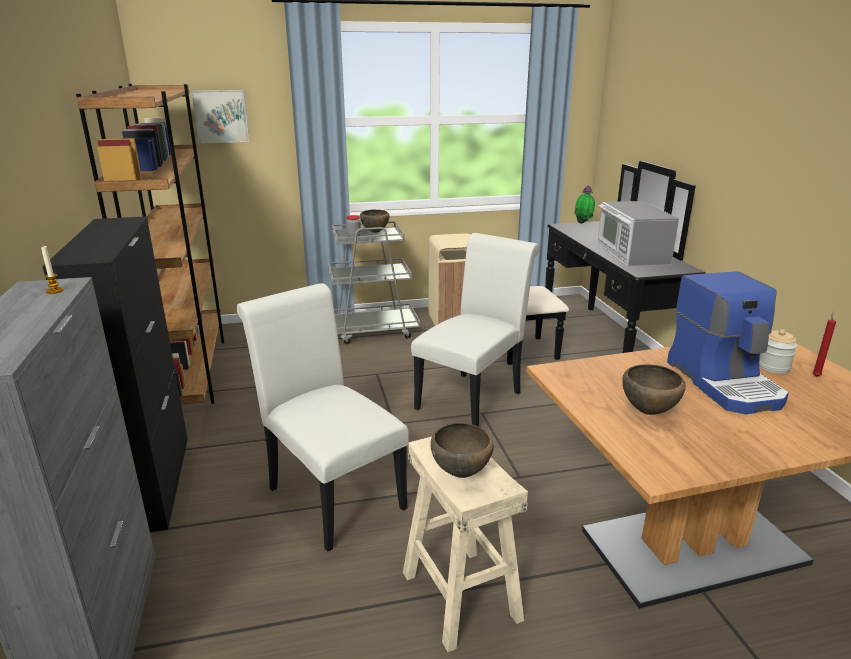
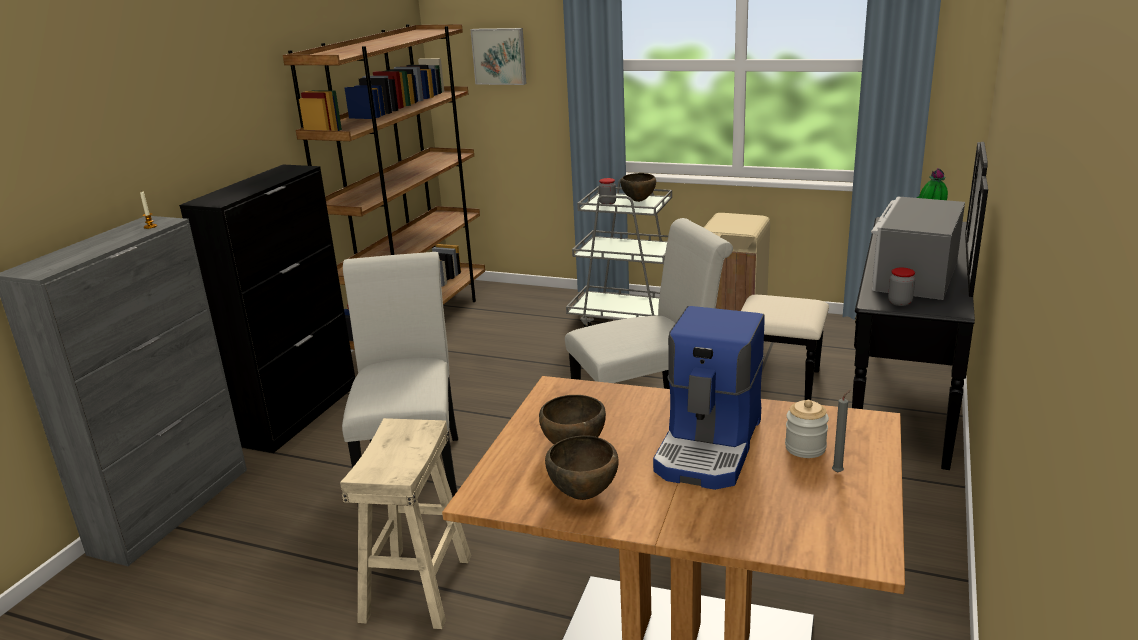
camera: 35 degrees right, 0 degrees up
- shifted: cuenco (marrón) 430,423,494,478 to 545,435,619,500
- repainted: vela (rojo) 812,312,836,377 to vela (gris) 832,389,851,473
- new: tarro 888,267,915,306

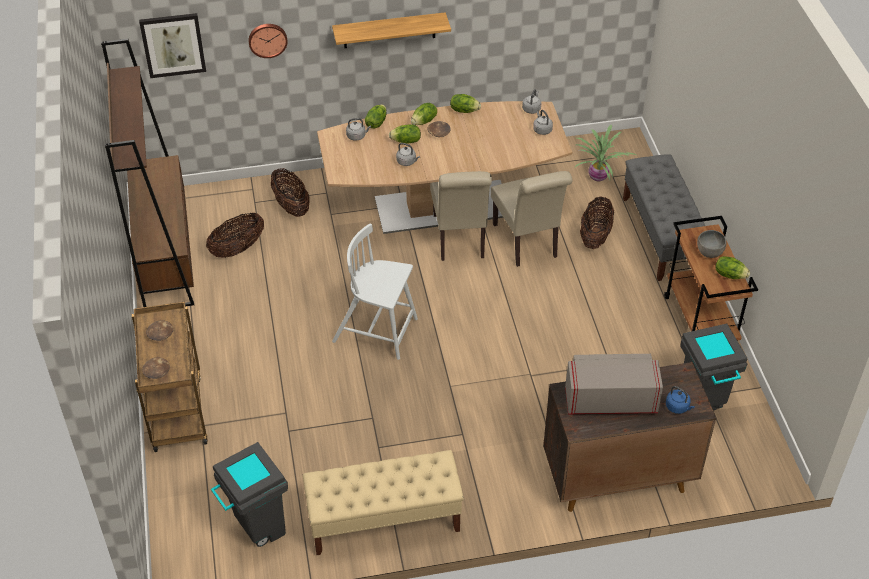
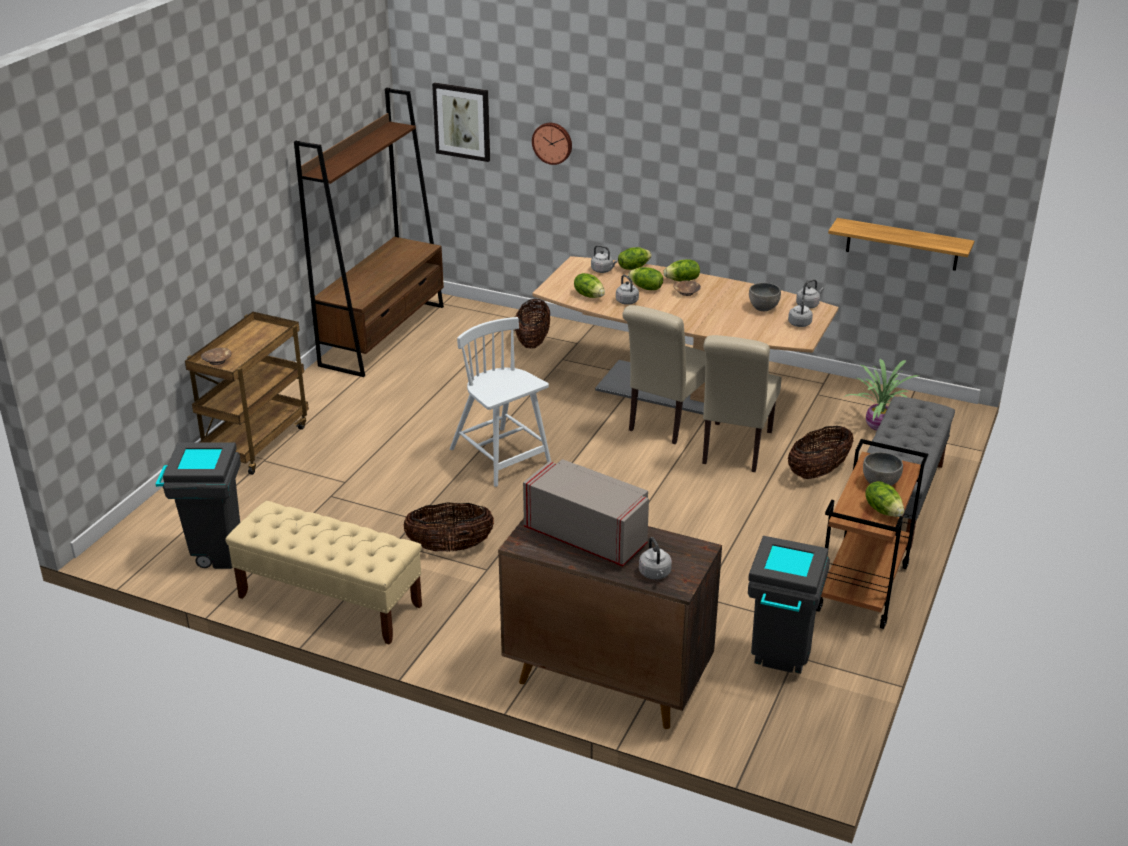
camera: 35 degrees right, 15 degrees down
- shifted: cesta 206,212,264,258 to 403,502,494,551
- shifted: lechuga 450,94,481,113 to 574,273,605,298
- repainted: hervidor (azul) 666,386,695,414 to hervidor (gris) 639,537,672,580
- new: cuenco (gris) 749,283,781,311
- shifted: estante 332,12,451,48 to 828,218,974,271
- gone: cuenco (marrón) 146,320,173,341

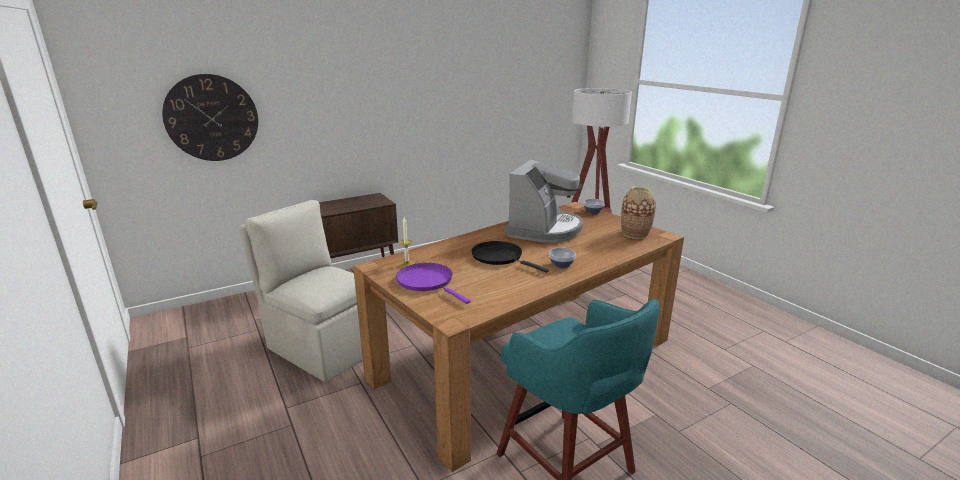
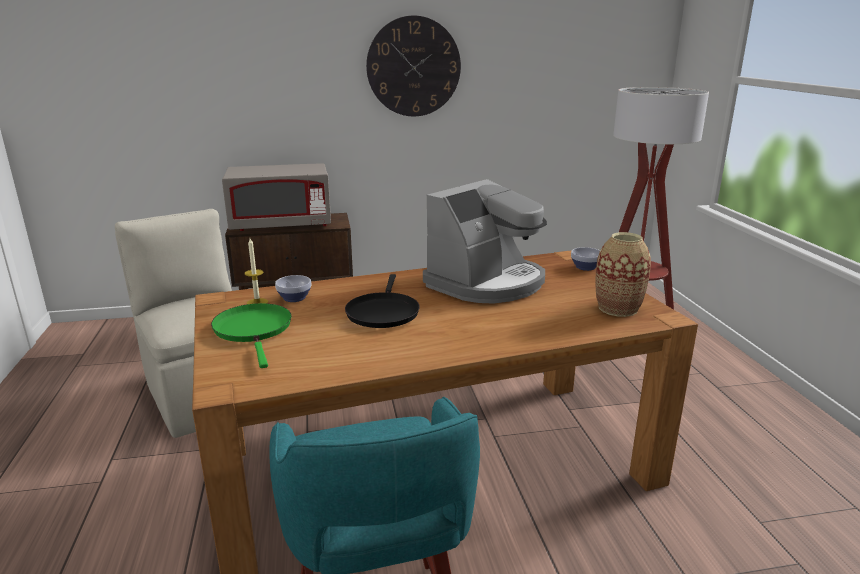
camera: 20 degrees right, 0 degrees up
- repainted: sartén (morado) 396,263,470,304 to sartén (verde) 211,303,292,368
- new: microondas (gris) 222,163,331,231
- shifted: cuenco 549,247,576,268 to 275,275,311,302
- rotated: sartén (negro) 471,241,549,273 = 345,274,420,328 150 degrees counterclockwise
- shifted: reloj de pared 162,74,258,161 to 366,16,461,116

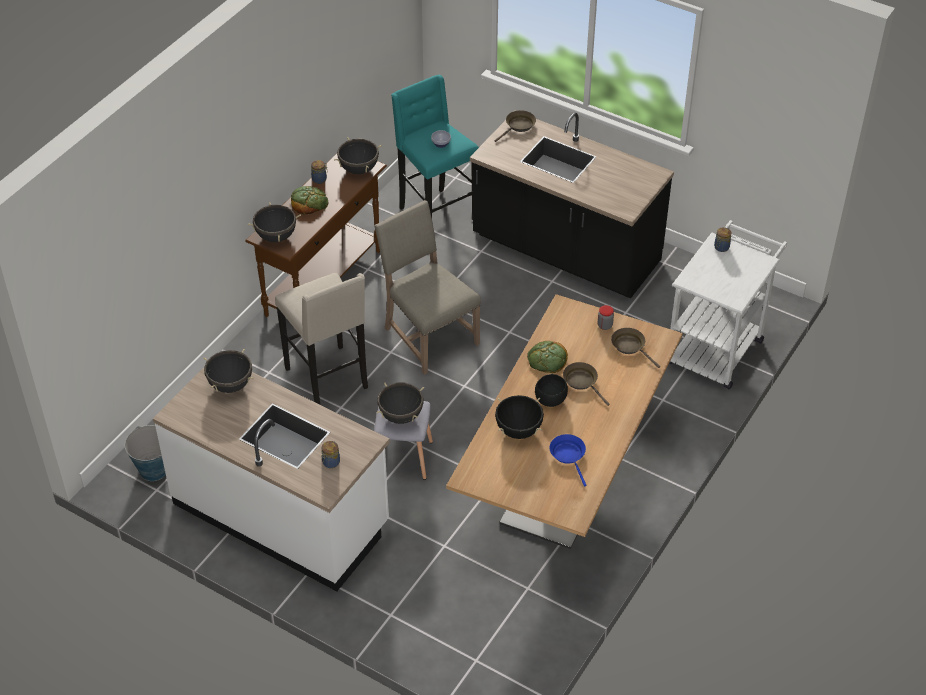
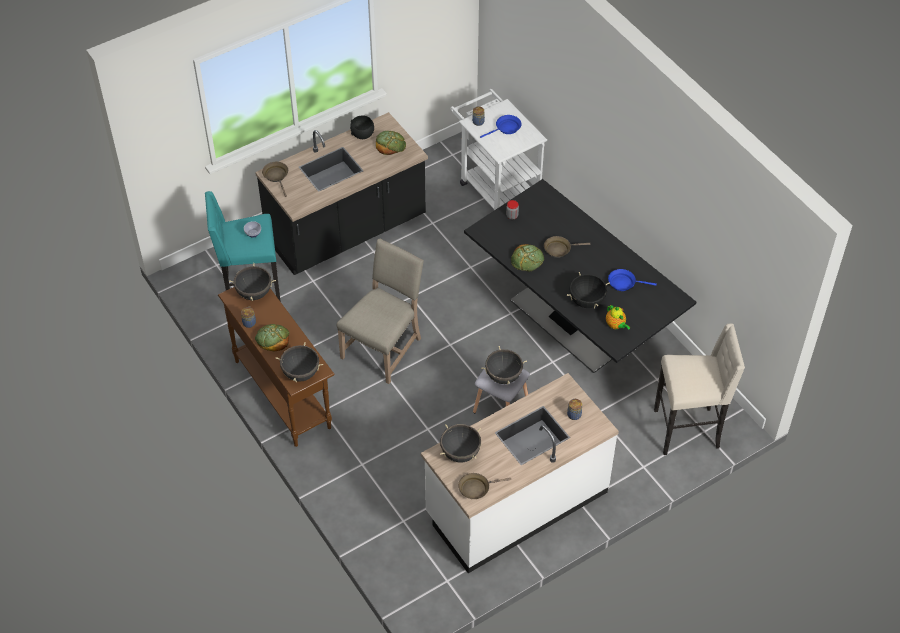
camera: 65 degrees left, 5 degrees up
- rotated: silla (beis) 374,200,481,375 = 337,239,424,384 135 degrees clockwise
- shifted: cuenco (negro) 535,374,568,407 to 350,115,374,139
- new: pan 376,131,406,155
- shifted: sartén (marrón) 611,328,660,368 to 458,473,511,499
- repainted: mesa de comedor (beis) 446,294,683,549 to mesa de comedor (negro) 464,179,696,373
- new: sartén (azul) 480,115,522,138
- new: tetera 606,305,630,330
- shifted: taburete (beis) 275,273,368,405 to 654,323,745,455
- gone: cubo 124,425,166,481

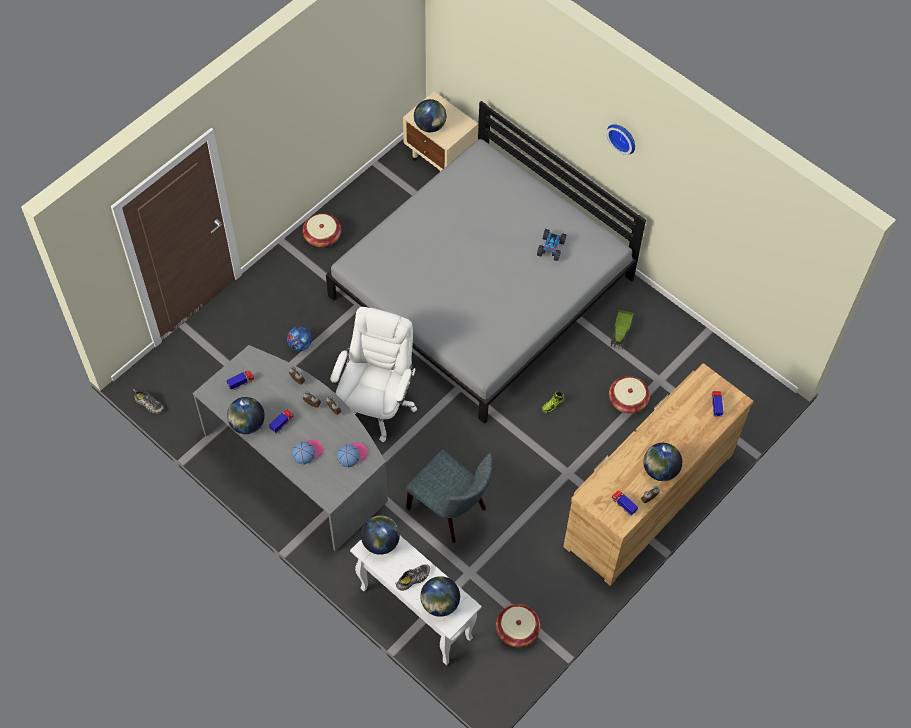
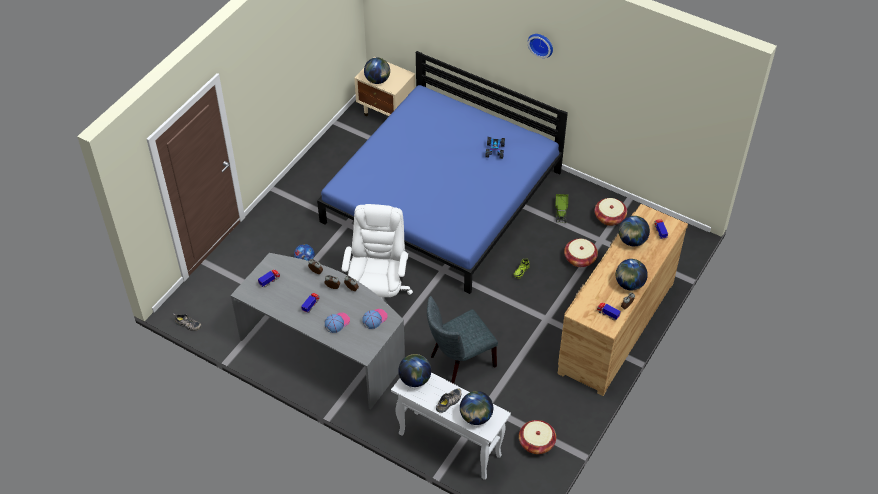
camera: 10 degrees left, 10 degrees down
- repainted: cama (gris) 326,101,646,424 to cama (azul) 317,51,568,294
- rotated: silla (gris) 406,449,493,543 = 427,296,498,384 120 degrees clockwise
- shifted: cesta 303,213,341,248 to 595,198,627,226
- shifted: globo terráqueo 227,397,265,434 to 619,216,650,246

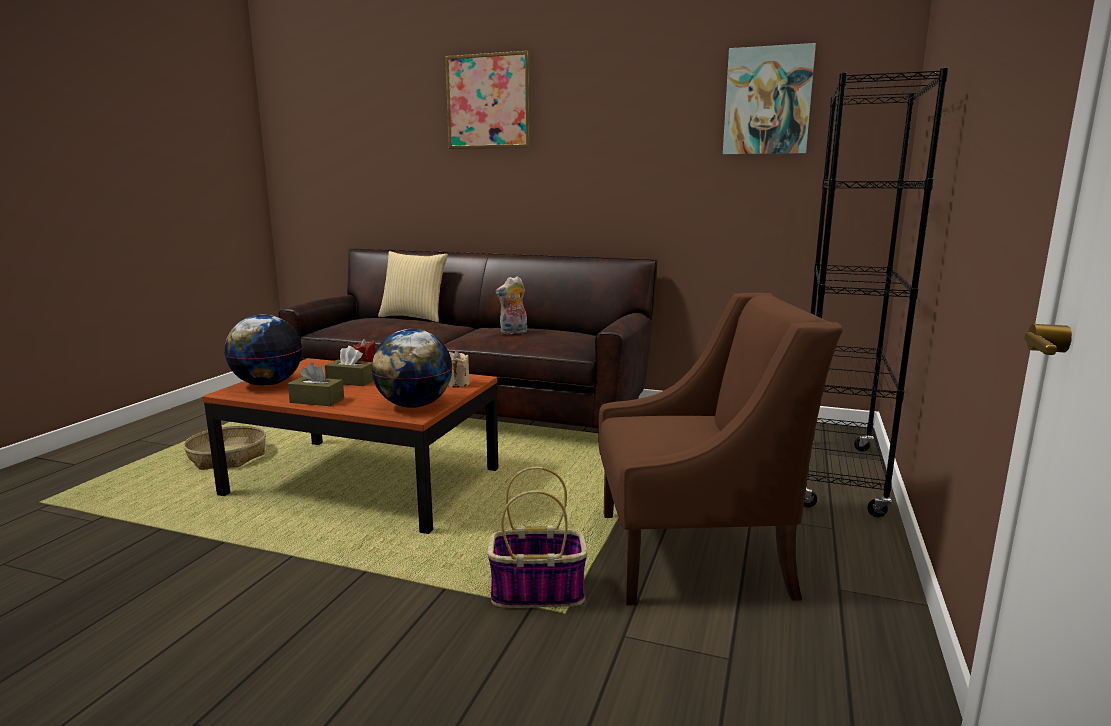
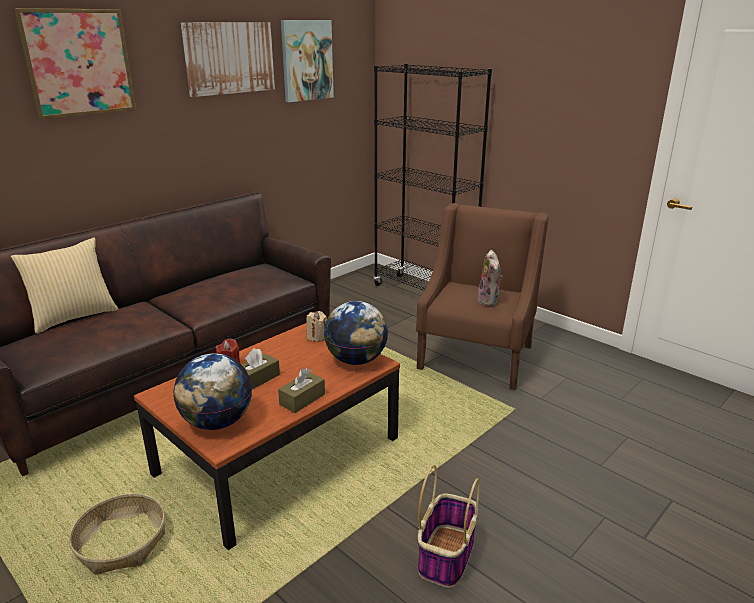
camera: 65 degrees left, 10 degrees up
- new: cuadro 181,22,275,97
- shifted: cesta 487,467,588,608 to 418,465,480,588
- shifted: peluche 495,276,527,335 to 478,250,503,306

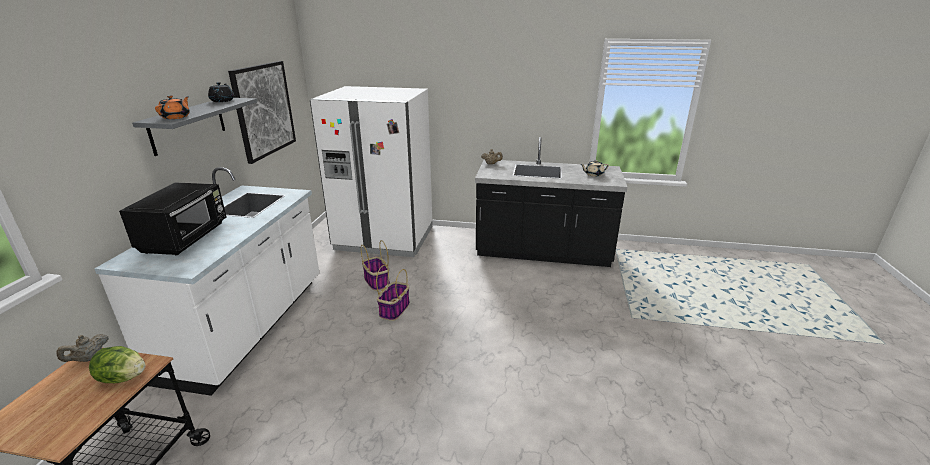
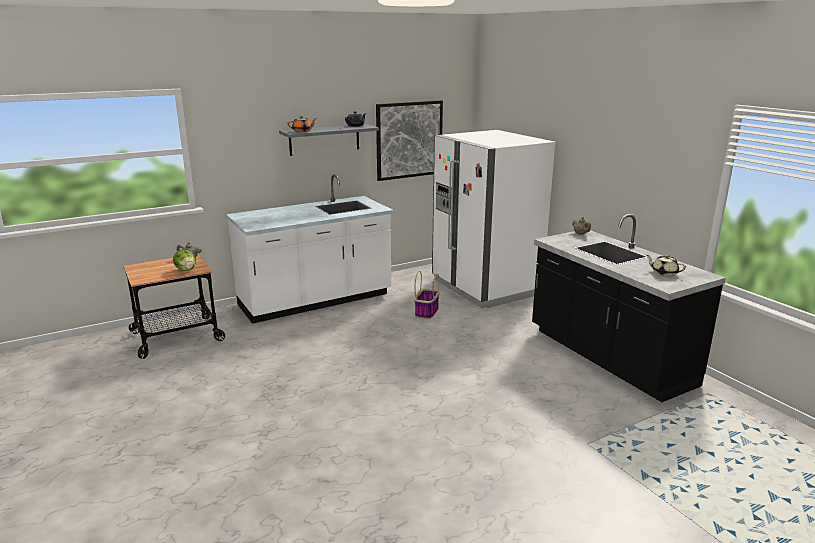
camera: 50 degrees right, 5 degrees down
- gone: microondas (negro) 119,182,226,255
- gone: cesta 376,265,410,321

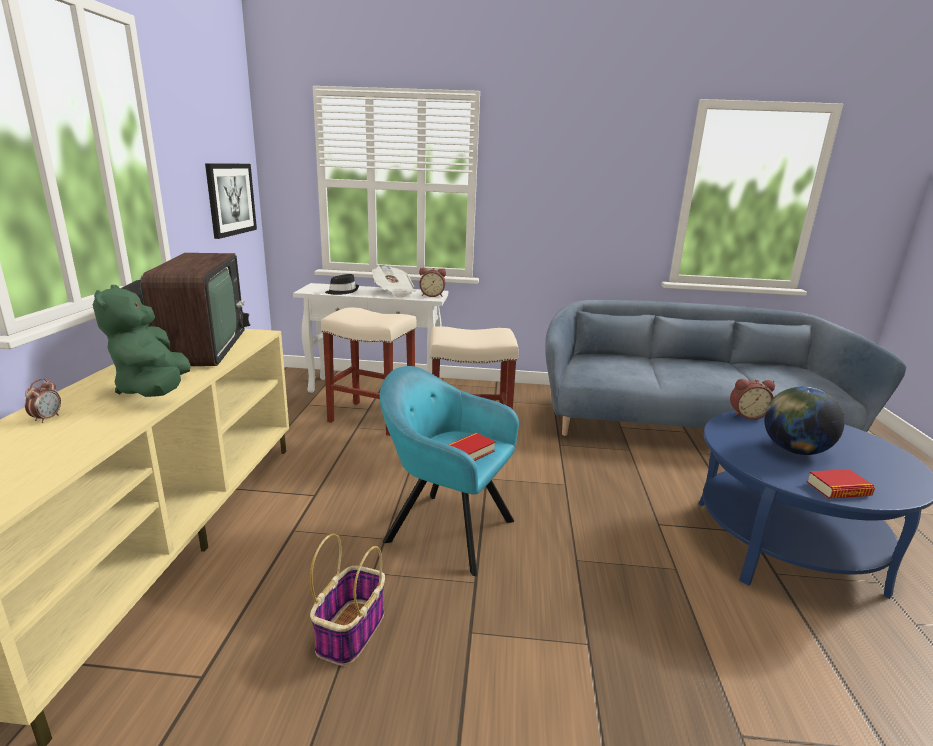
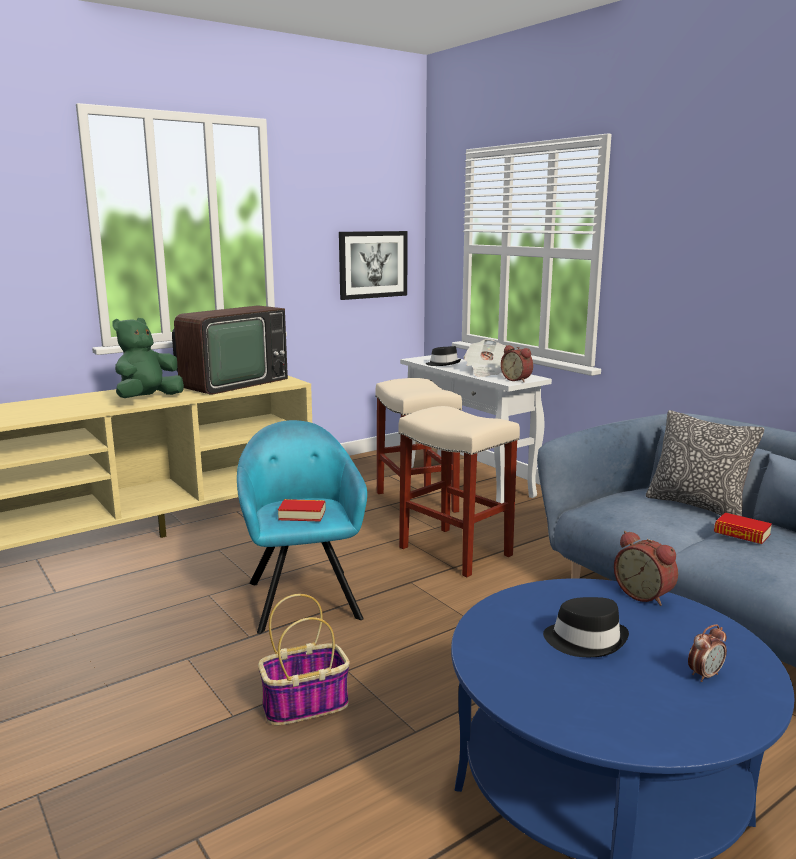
camera: 50 degrees right, 5 degrees down
- shifted: cesta 310,534,385,666 to 258,594,350,725
- swapped: globo terráqueo 764,387,845,455 to sombrero (negro) 543,597,629,657
- new: cojín 646,410,764,516
- shifted: despertador 25,379,61,423 to 688,624,727,682
- shifted: libro 807,469,875,499 to 714,513,772,544

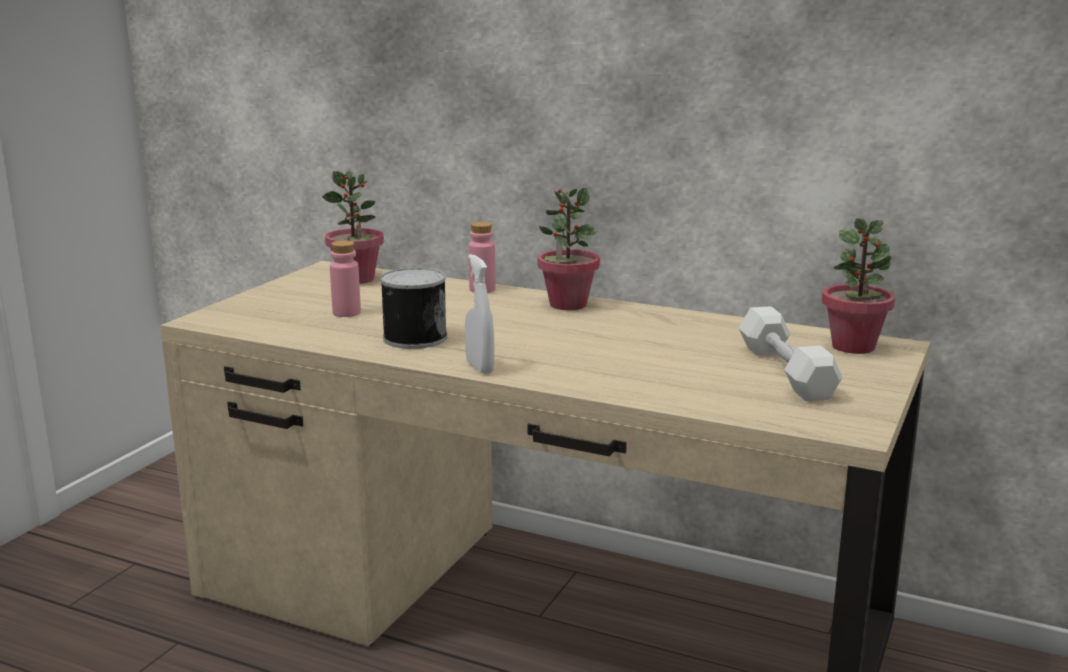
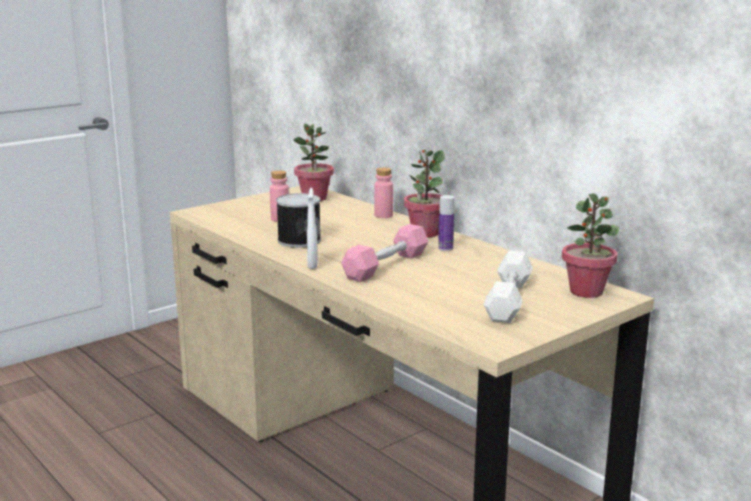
camera: 25 degrees right, 0 degrees up
- new: mancuerna (rosa) 341,224,429,282
- new: botella 438,195,454,251

